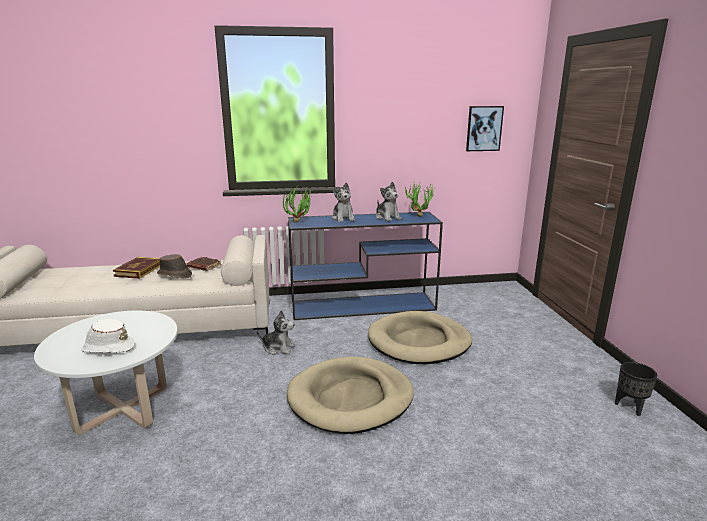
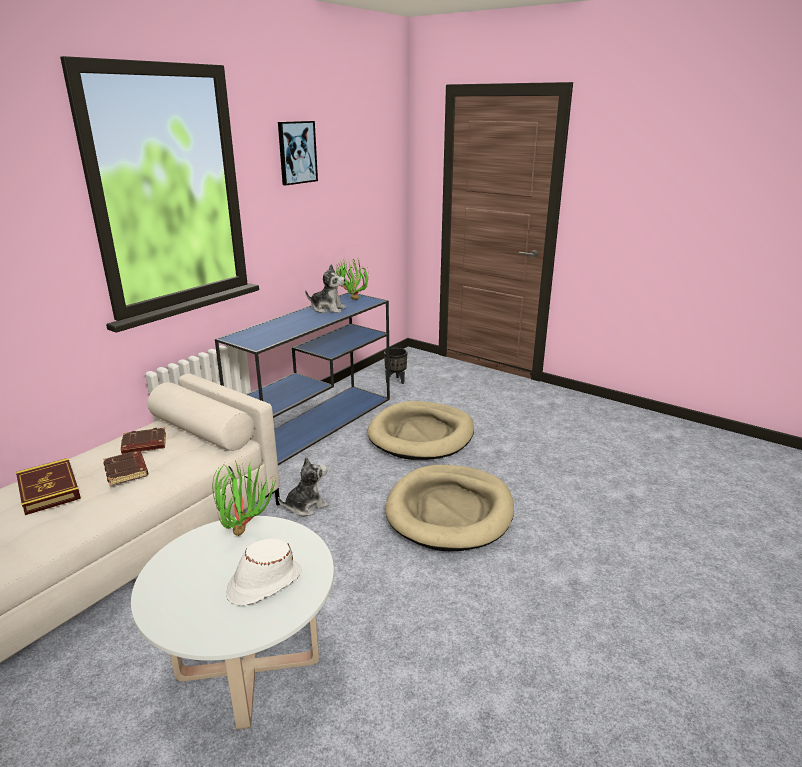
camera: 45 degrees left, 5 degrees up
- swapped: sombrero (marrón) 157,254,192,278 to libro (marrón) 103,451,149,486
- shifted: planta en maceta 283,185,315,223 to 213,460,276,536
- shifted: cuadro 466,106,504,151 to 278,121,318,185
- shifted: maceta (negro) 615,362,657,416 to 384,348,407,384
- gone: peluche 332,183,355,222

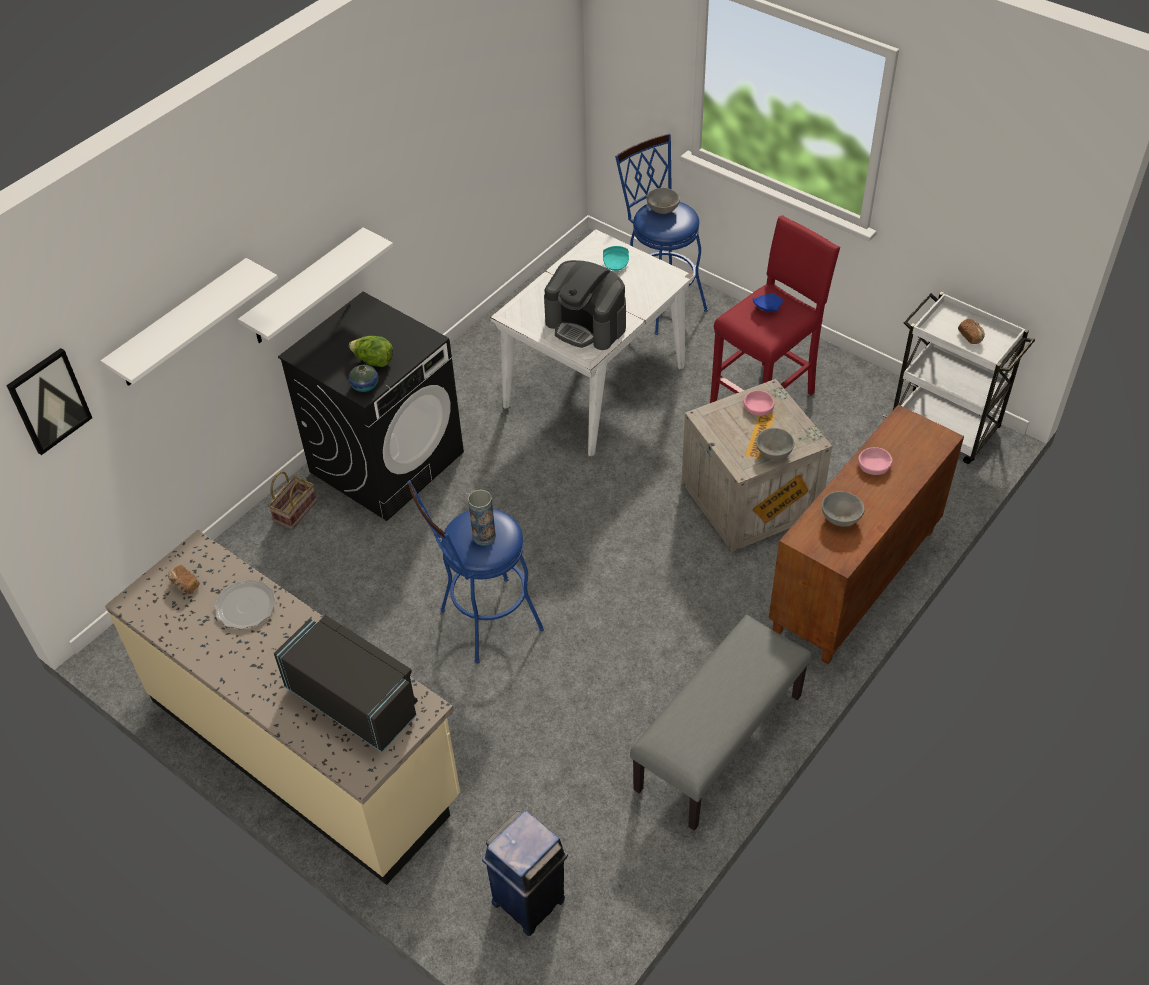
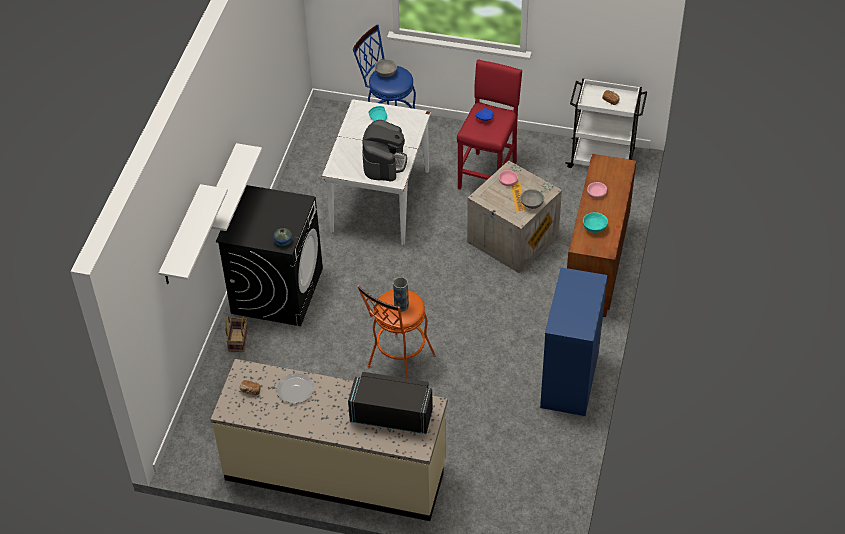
camera: 25 degrees left, 0 degrees up
- repainted: taburete (azul) 408,480,544,664 to taburete (naranja) 357,285,436,379
- rotated: cafetera 544,260,626,350 = 362,120,407,181 90 degrees counterclockwise
- swapped: banco (gris) 630,615,812,831 to cómoda (azul) 540,267,608,416
- repainted: cuenco (gris) 822,491,865,526 to cuenco (turquesa) 583,212,608,233
- gone: cuadro 6,348,92,455
- gone: lechuga 349,336,393,367
- gone: papelera (azul) 482,810,568,936

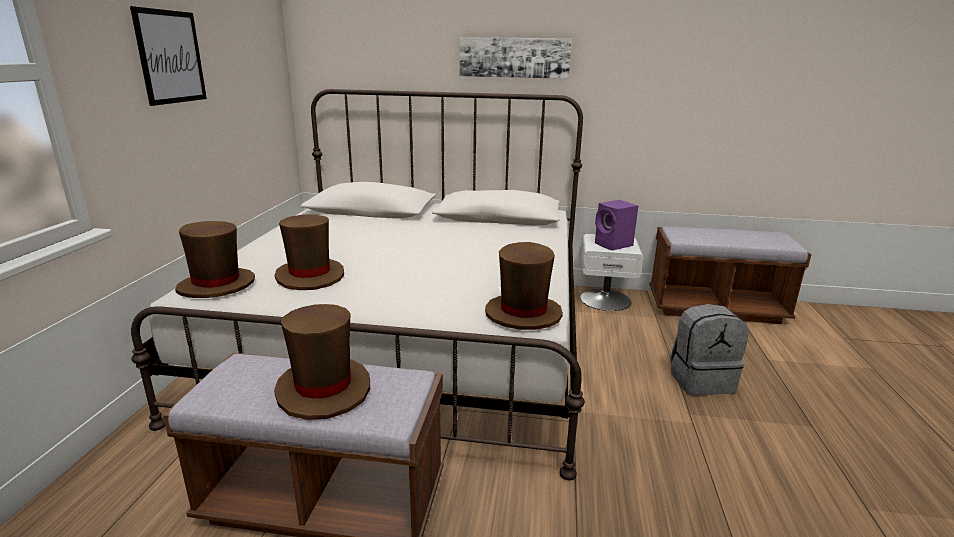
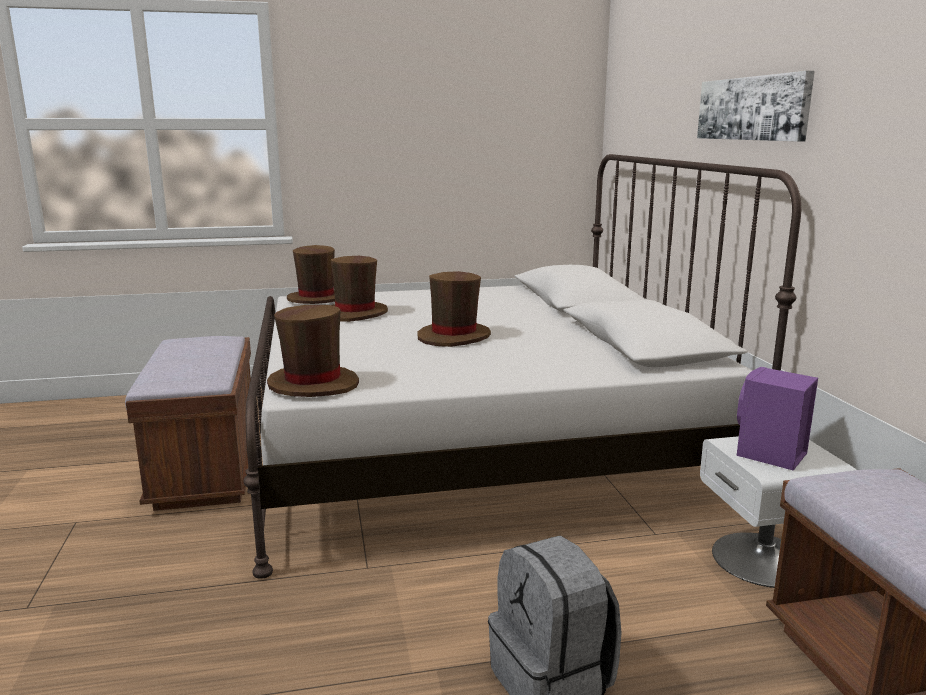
camera: 70 degrees right, 5 degrees down
- shifted: sombrero (marrón) 274,304,370,420 to 417,271,491,347
- gone: cuadro 130,6,207,106

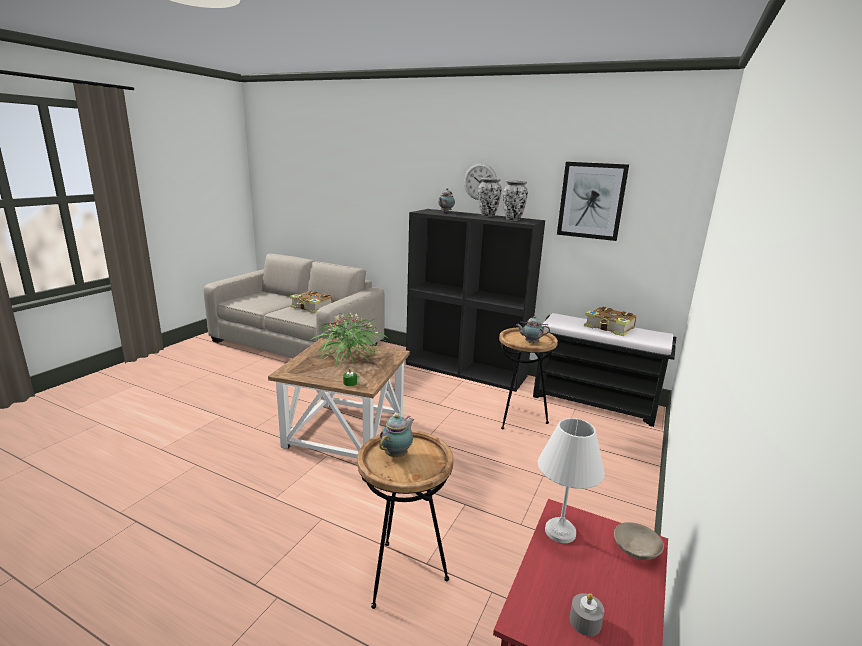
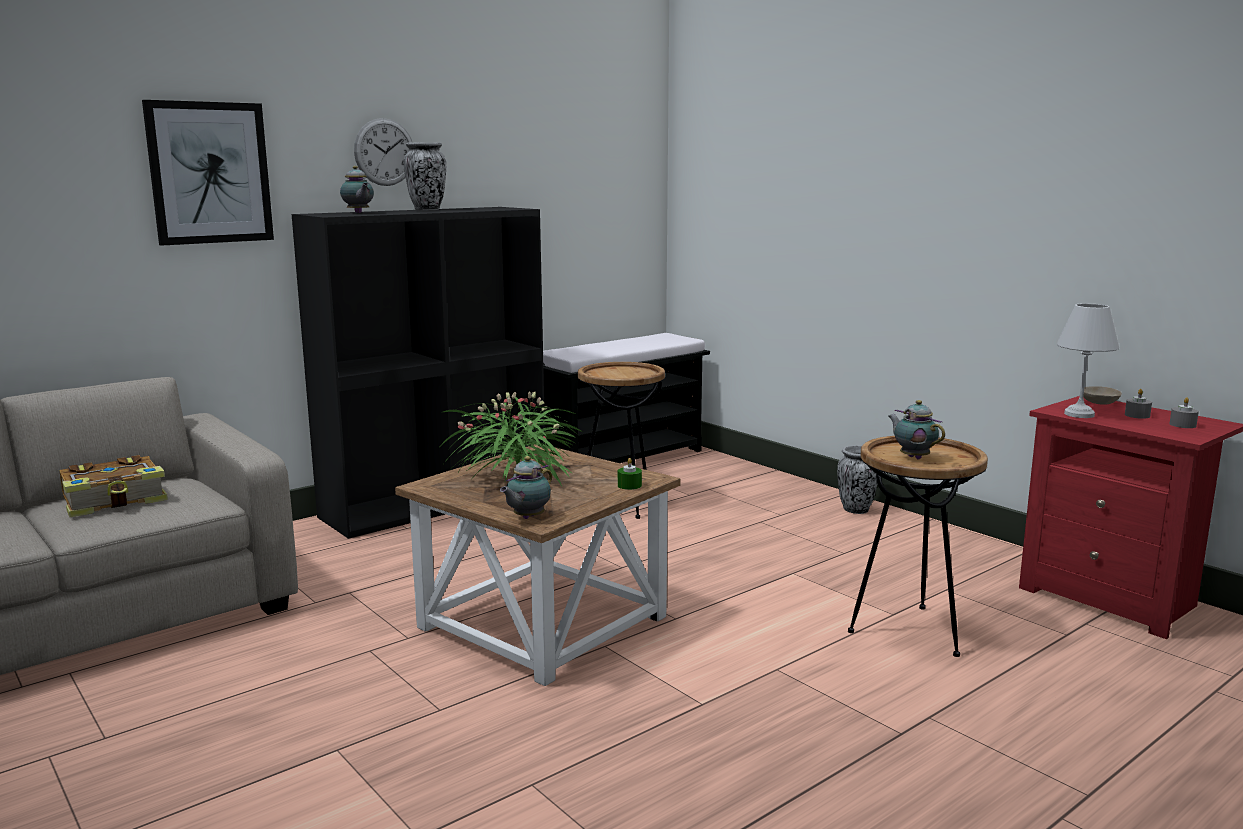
camera: 65 degrees left, 5 degrees down
- shifted: cuadro 557,162,629,241 to 142,100,274,246
- shifted: tetera 516,316,550,343 to 500,456,552,519
- shifted: florero 503,180,528,221 to 837,445,877,514
- new: vela (gris) 1125,389,1152,419
- gone: libro 584,307,637,336

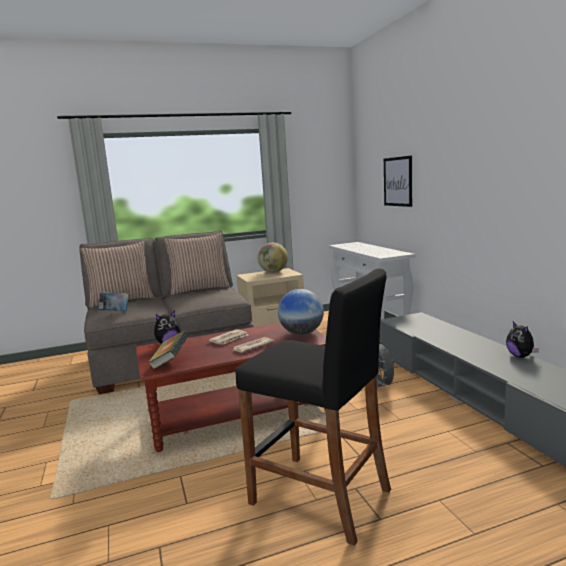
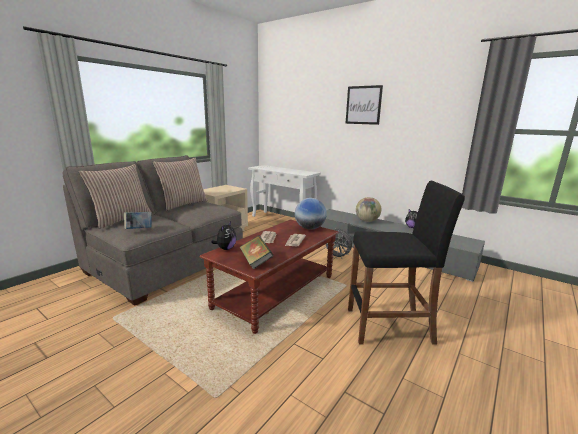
camera: 35 degrees left, 5 degrees up
- shifted: cuadro 384,156,412,207 to 345,85,383,125
- shifted: globo terráqueo 258,243,288,273 to 356,197,381,222

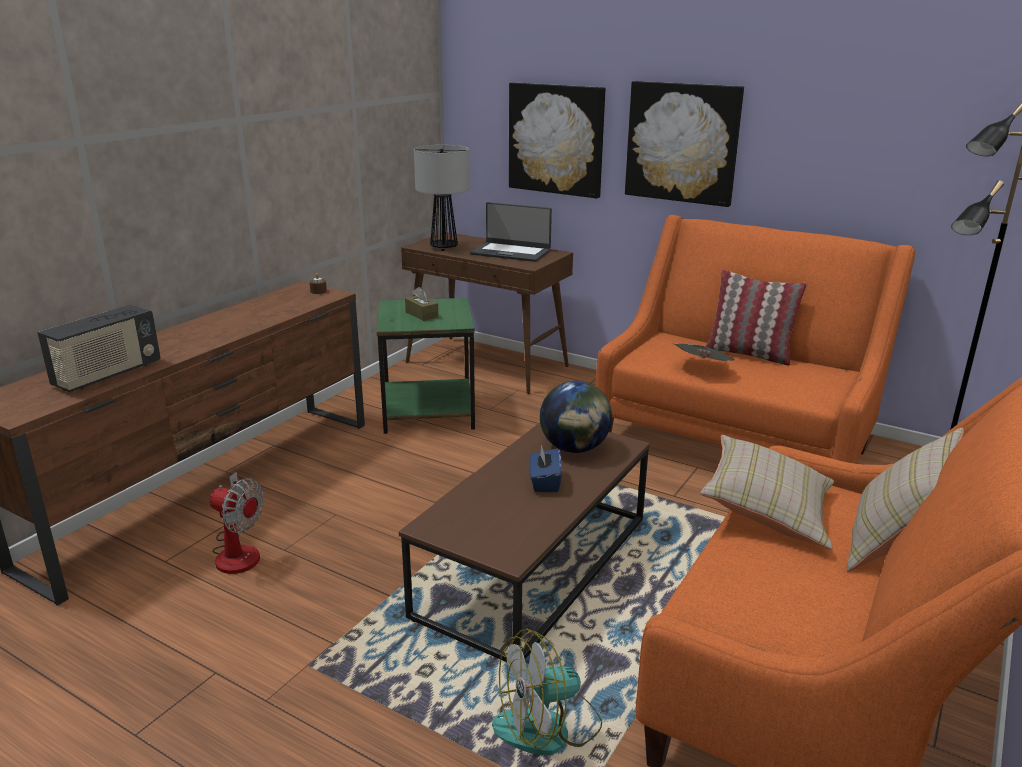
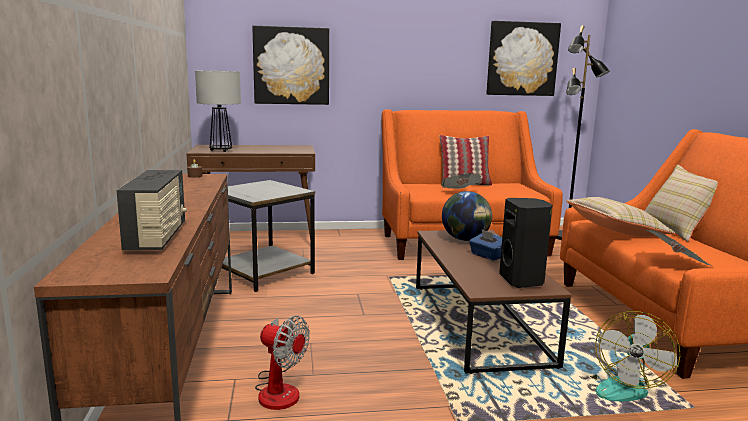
camera: 40 degrees left, 10 degrees down
- repainted: mesa auxiliar (verde) 377,298,475,434 to mesa auxiliar (gris) 222,180,315,292
- rotated: ventilador 209,472,264,574 = 255,316,310,410 45 degrees clockwise
- shifted: cuadro 625,81,744,207 to 486,21,561,96
- new: altavoz (negro) 499,198,552,288
- new: periódico 646,230,713,266
- gone: caja de pañuelos (marrón) 405,287,439,321
- gone: portátil 470,202,552,262

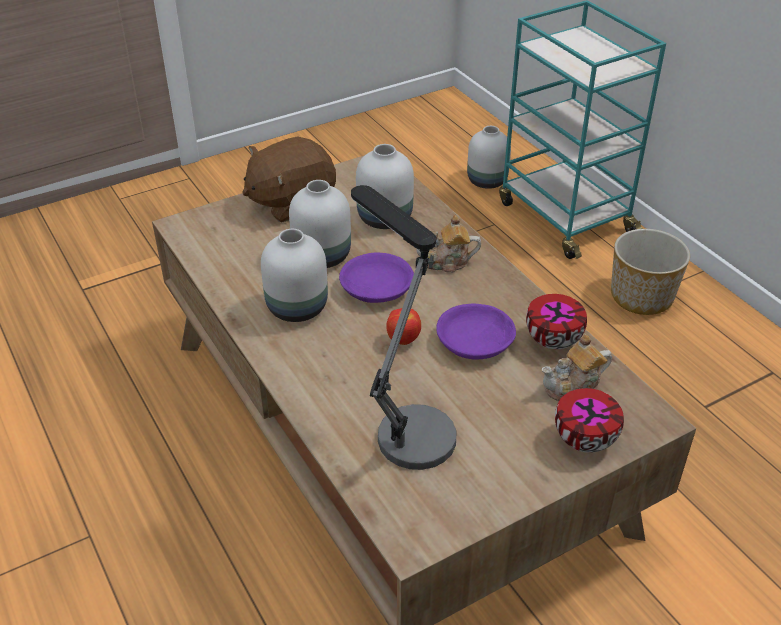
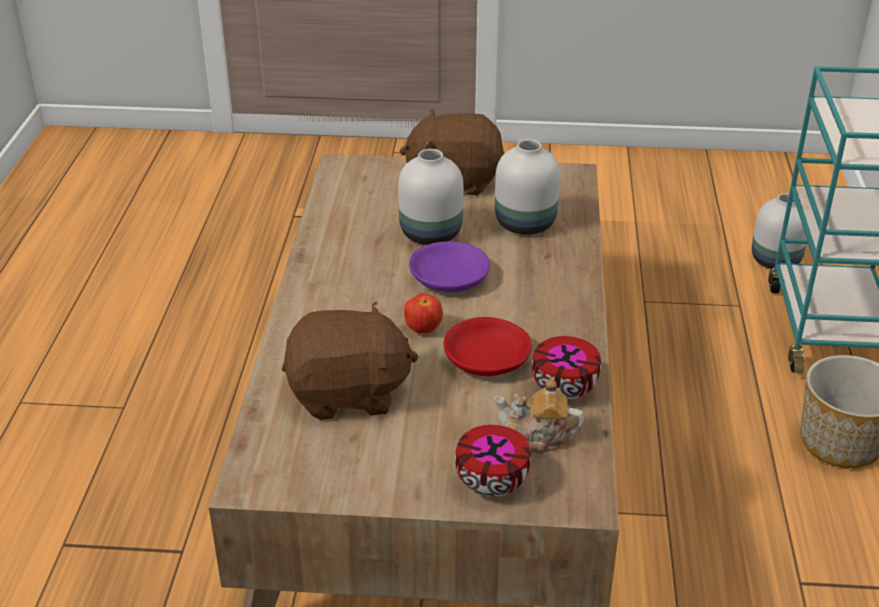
camera: 35 degrees right, 5 degrees down
- swapped: lámpara de mesa 351,185,456,470 to peluche (marrón) 282,301,419,420
- repainted: cuenco (morado) 436,303,516,360 to cuenco (rojo) 444,317,532,376
- gone: florero (blanco) 261,229,328,322
- gone: tetera 416,215,481,273

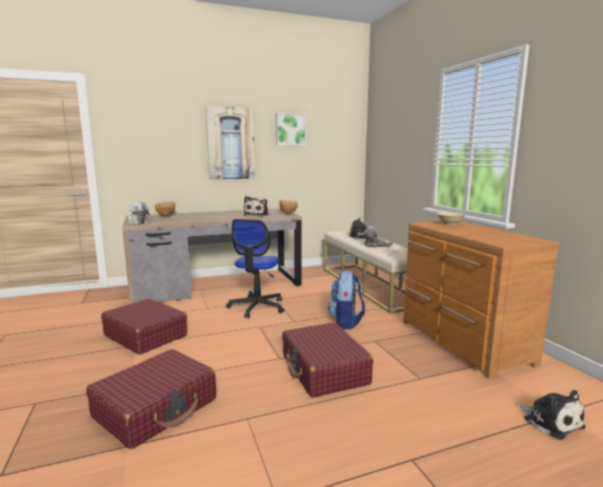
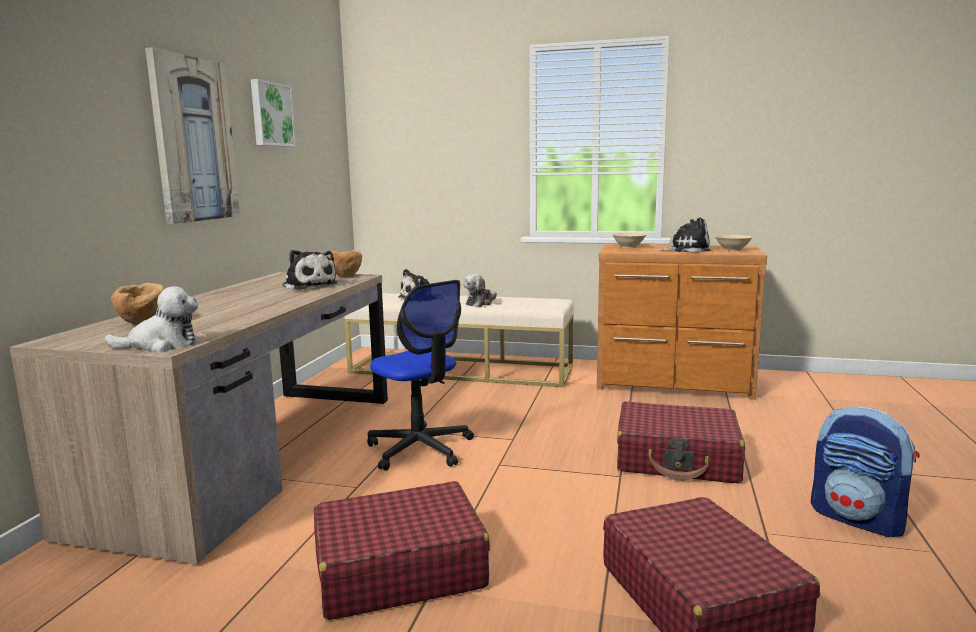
camera: 55 degrees left, 0 degrees up
- shifted: peluche 516,390,585,440 to 656,217,711,253
- new: cuenco (beis) 715,235,753,251
- shifted: mochila 328,270,365,330 to 811,407,920,537

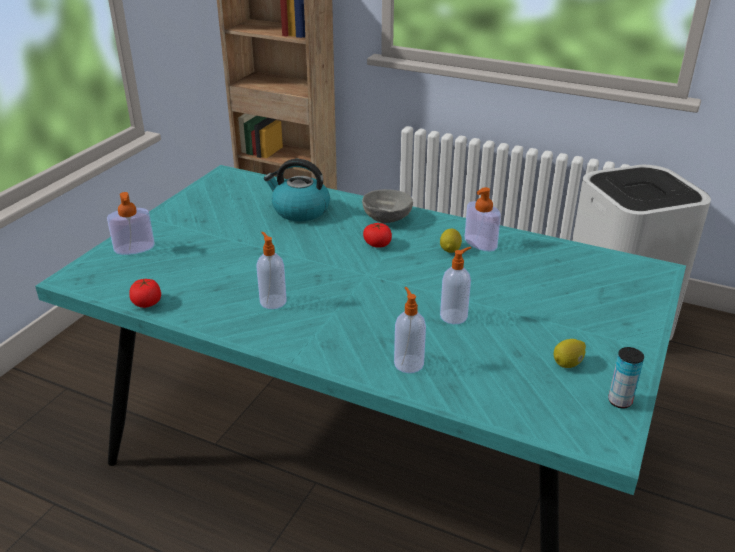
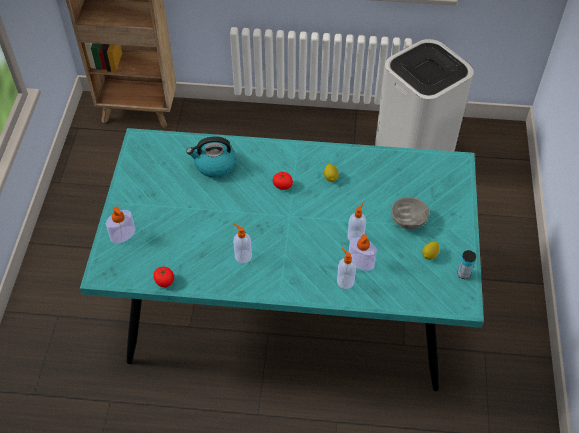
camera: 20 degrees left, 20 degrees up
- shifted: dispensador de jabón 465,187,501,252 to 349,234,377,271
- shifted: cuenco (gris) 362,189,413,223 to 391,197,429,229

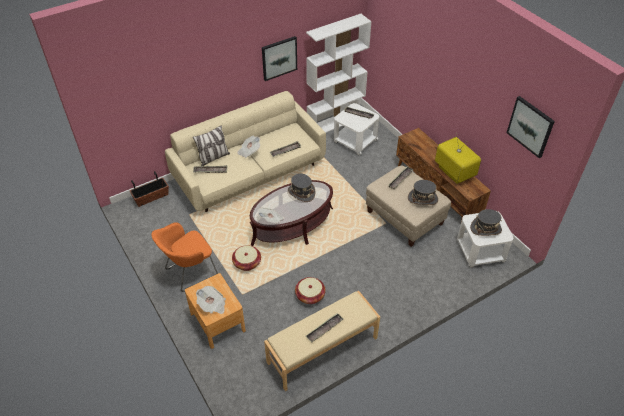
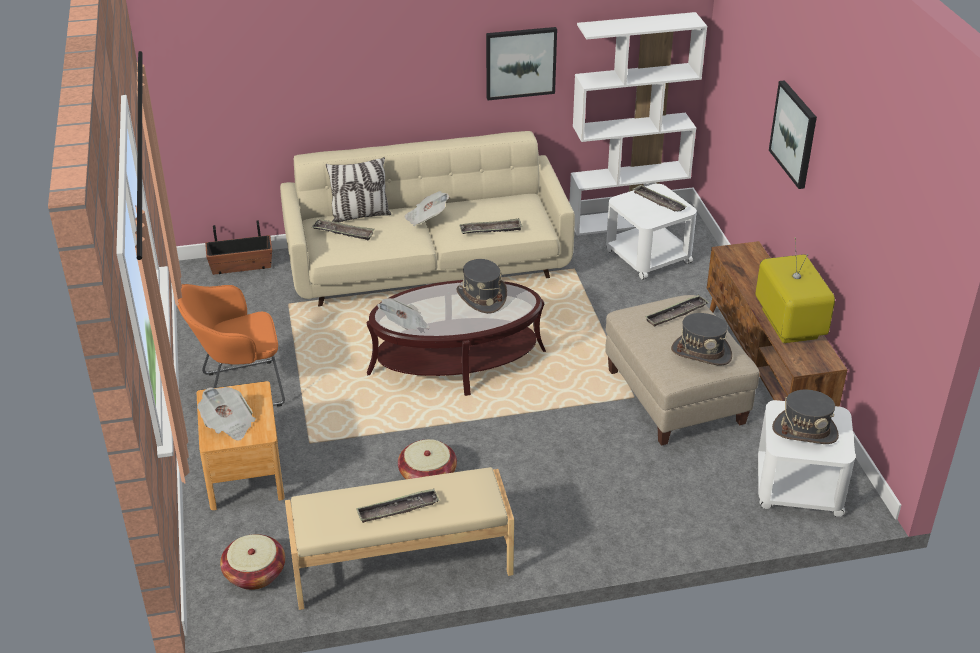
camera: 20 degrees right, 10 degrees down
- shifted: cesta 232,245,261,271 to 220,534,285,590
- shifted: cuadro 507,96,555,158 to 769,80,817,189

